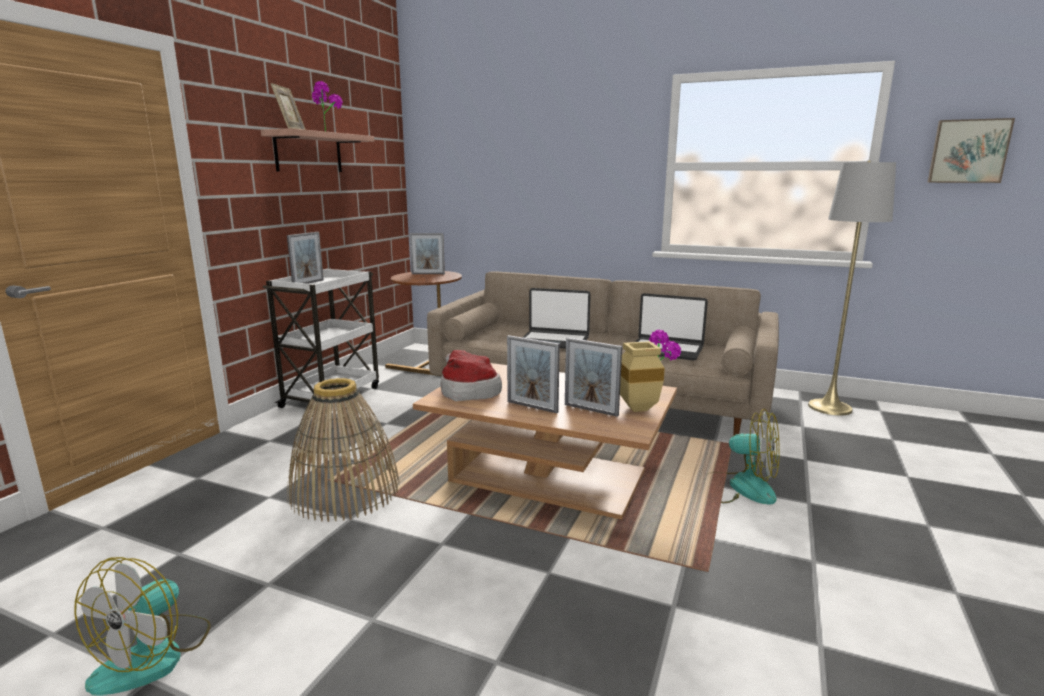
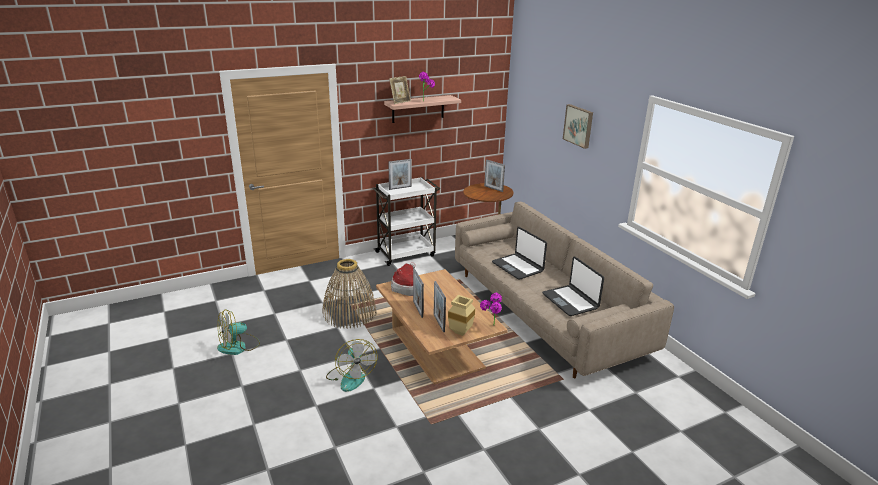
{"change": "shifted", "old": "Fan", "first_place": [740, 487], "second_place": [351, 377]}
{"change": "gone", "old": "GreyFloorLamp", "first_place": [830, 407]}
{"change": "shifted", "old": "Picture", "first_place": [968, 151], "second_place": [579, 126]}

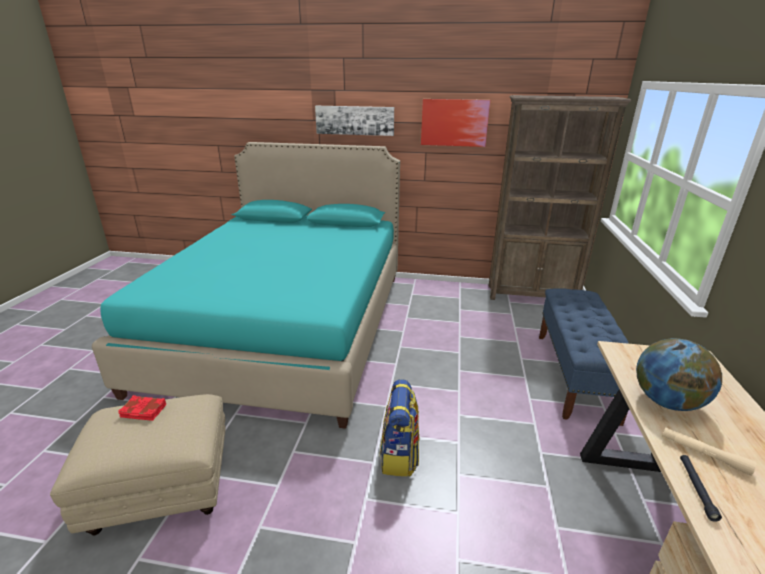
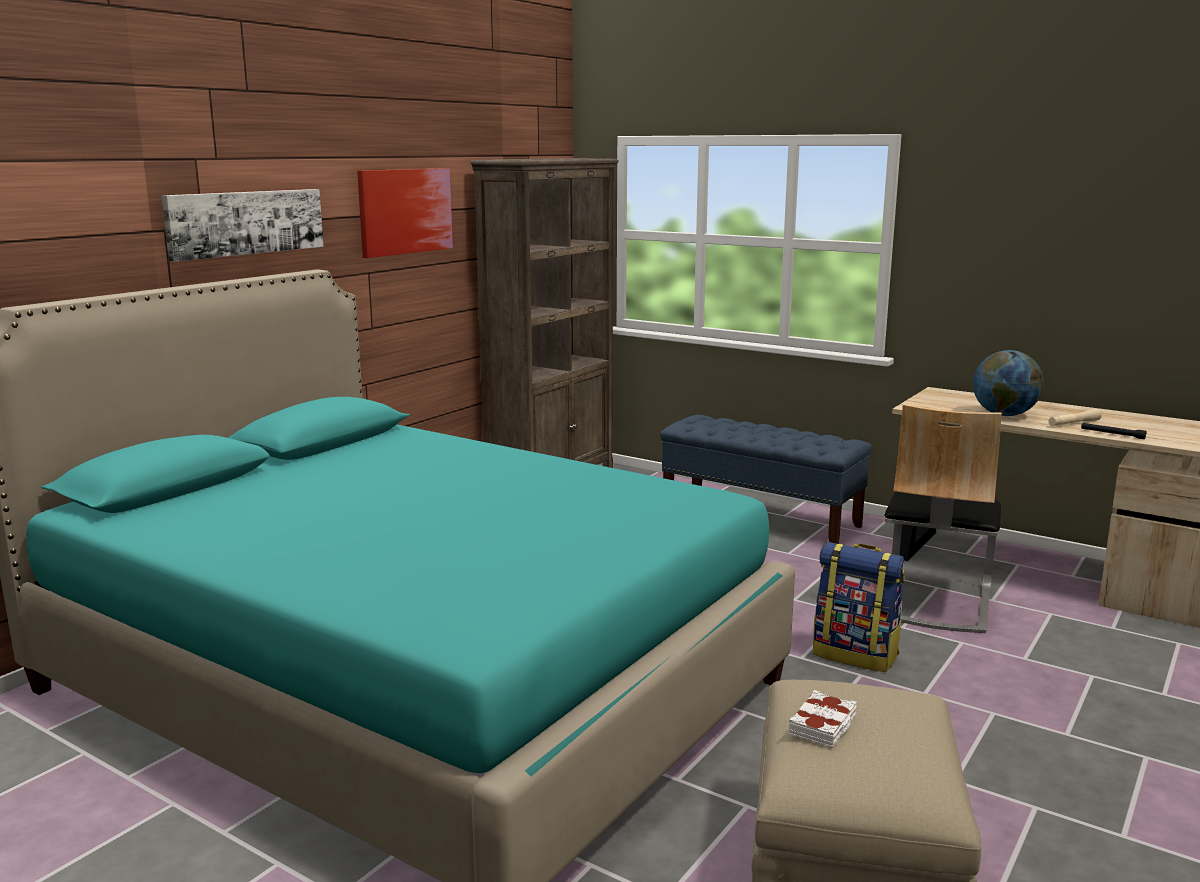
{"change": "repainted", "old": "RedBook", "new": "WhiteBook", "first_place": [143, 411], "second_place": [823, 725]}
{"change": "new", "new": "Chair", "second_place": [933, 601]}

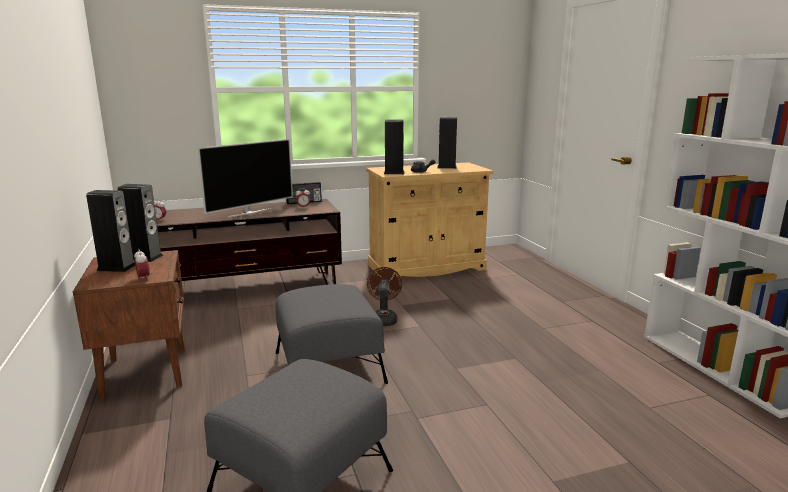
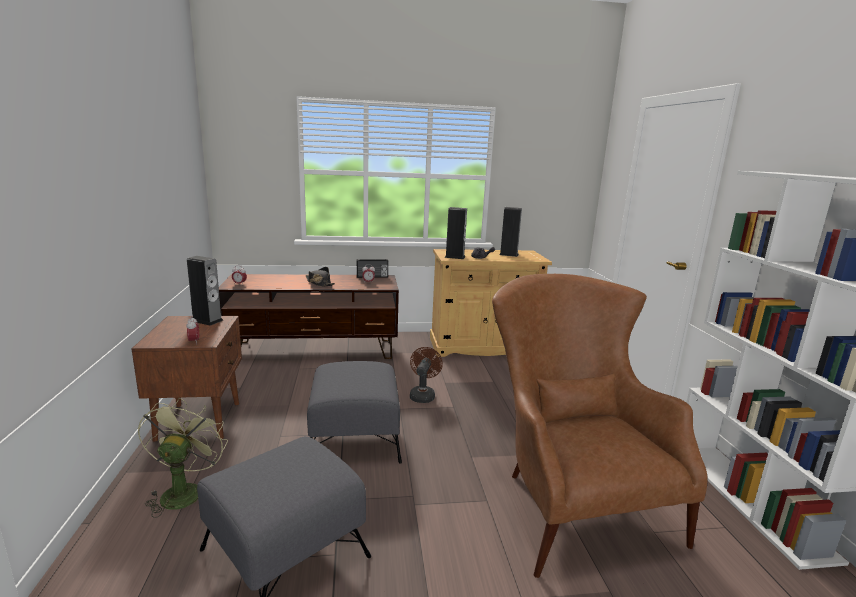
{"change": "gone", "old": "Speaker", "first_place": [116, 267]}
{"change": "swapped", "old": "Television", "new": "BlackHat", "first_place": [249, 212], "second_place": [319, 283]}
{"change": "new", "new": "GreenFan", "second_place": [184, 491]}
{"change": "new", "new": "BrownArmchair", "second_place": [568, 496]}

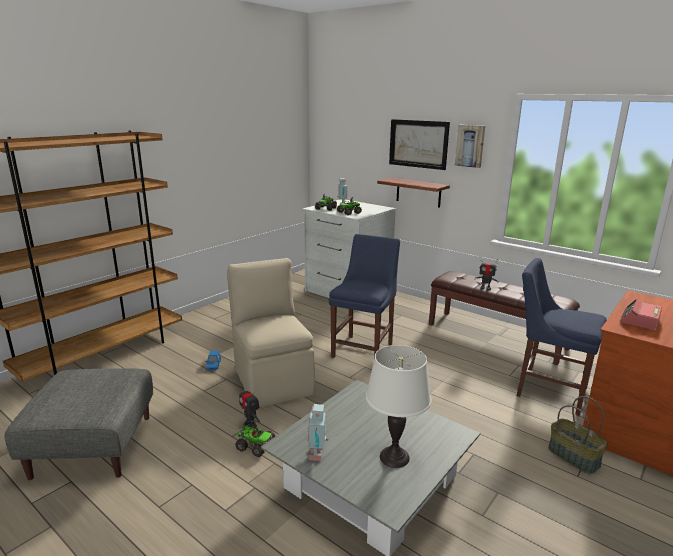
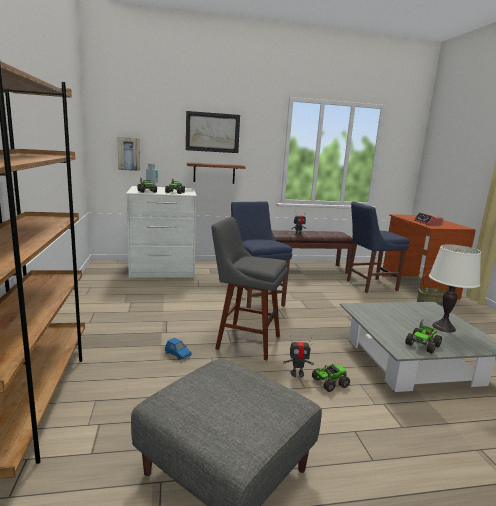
{"change": "swapped", "old": "BeigeChair", "new": "GreyStool", "first_place": [272, 380], "second_place": [245, 341]}
{"change": "swapped", "old": "ToyRobot", "new": "ToyTruck", "first_place": [317, 454], "second_place": [423, 345]}
{"change": "shifted", "old": "Picture", "first_place": [470, 146], "second_place": [129, 154]}

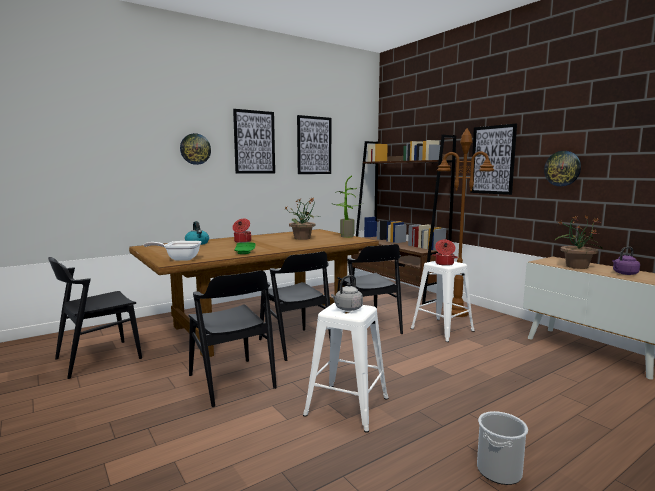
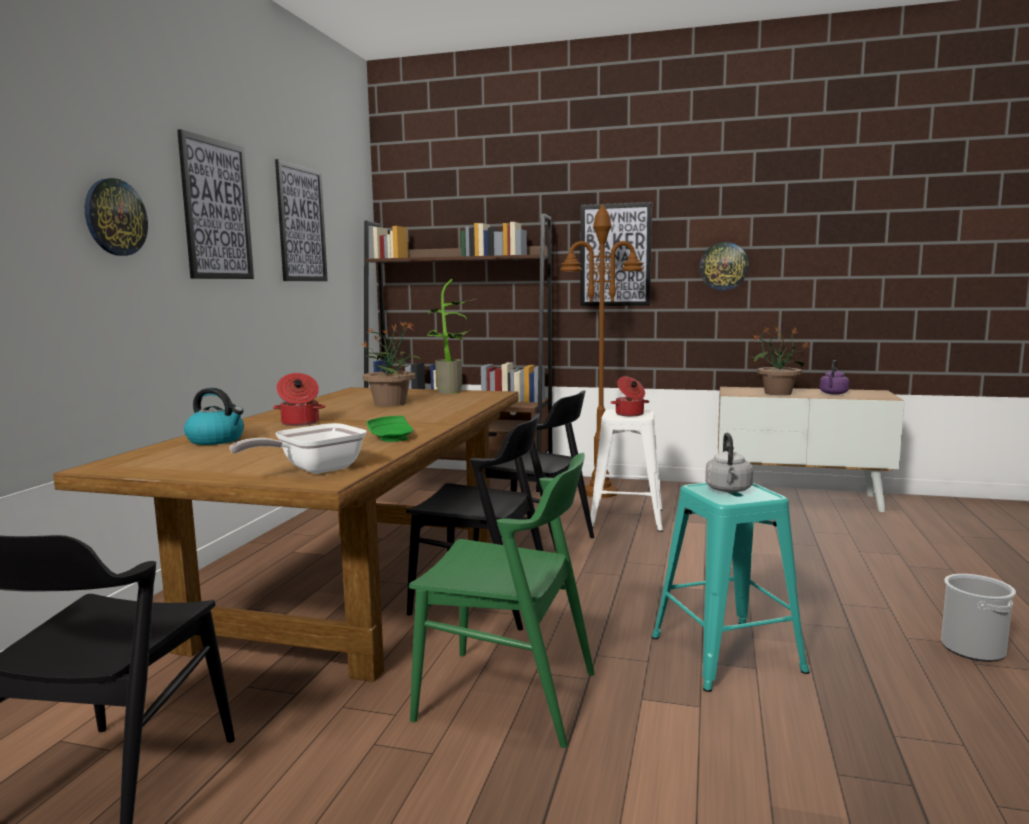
{"change": "repainted", "old": "BlackChair", "new": "GreenChair", "first_place": [231, 381], "second_place": [508, 695]}
{"change": "repainted", "old": "WhiteStool", "new": "TurquoiseStool", "first_place": [347, 407], "second_place": [728, 654]}

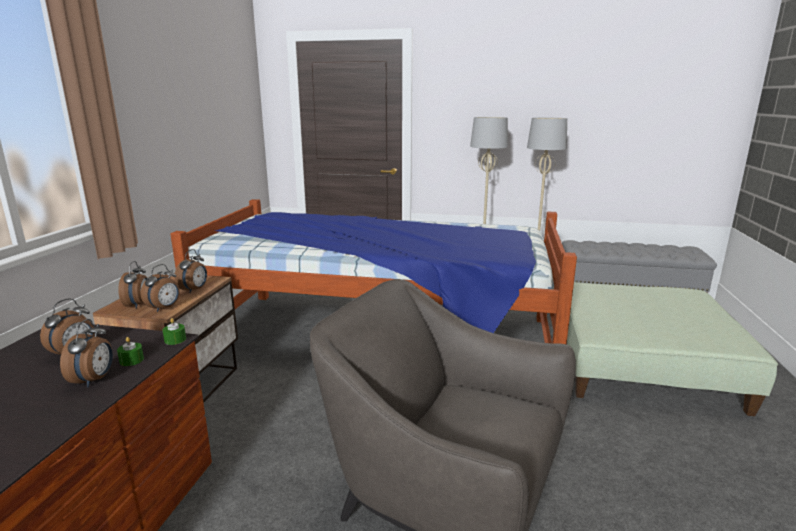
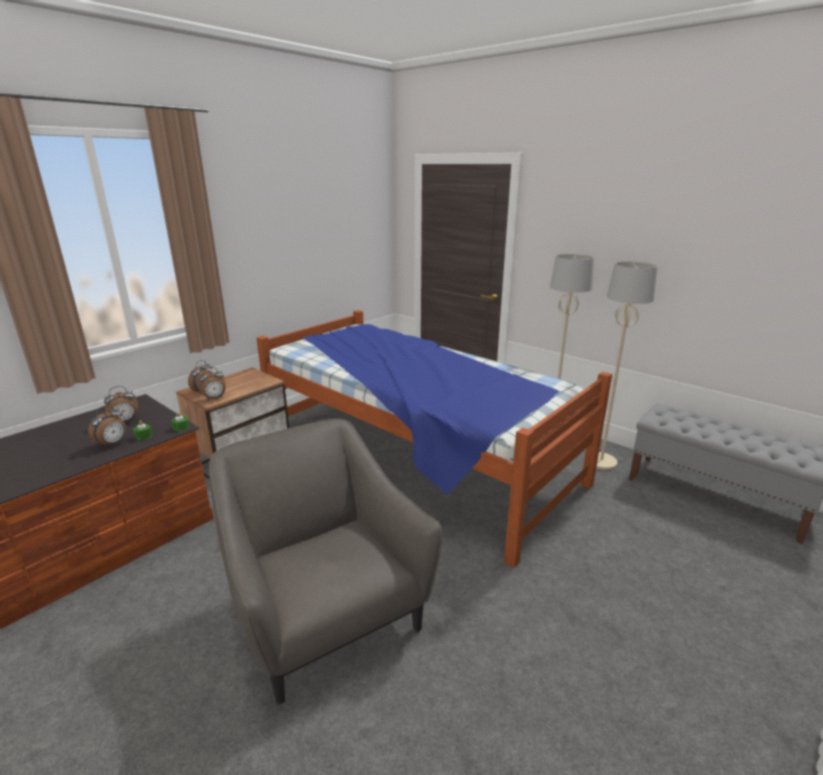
{"change": "gone", "old": "AlarmClock", "first_place": [194, 290]}
{"change": "gone", "old": "GreenOttoman", "first_place": [640, 364]}

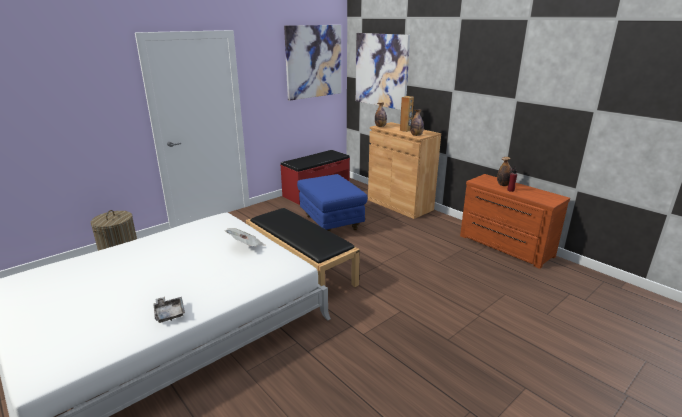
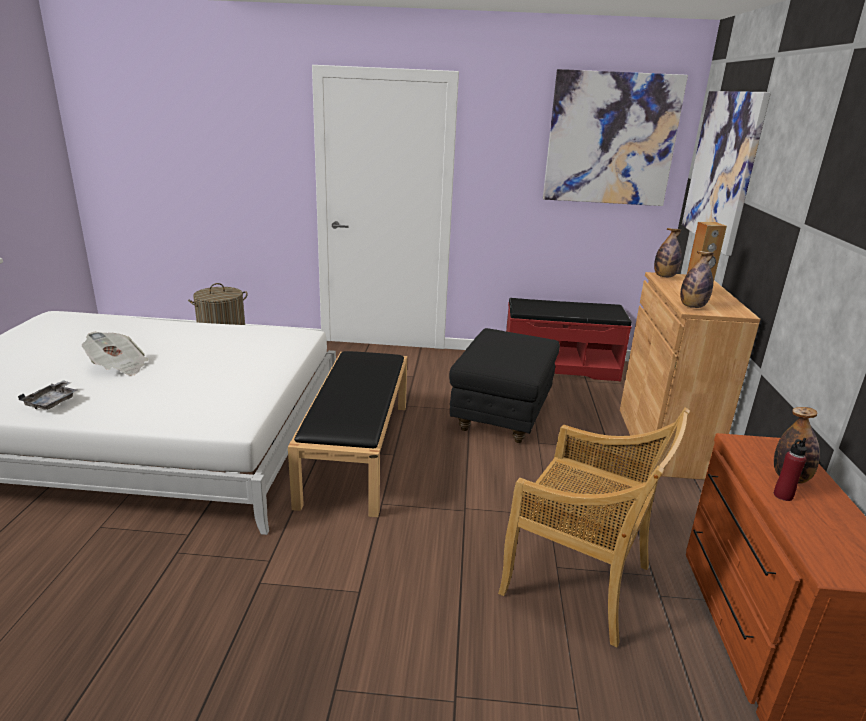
{"change": "shifted", "old": "Newspaper", "first_place": [246, 246], "second_place": [118, 367]}
{"change": "repainted", "old": "BlueOttoman", "new": "BlackOttoman", "first_place": [331, 223], "second_place": [502, 416]}
{"change": "new", "new": "BeigeChair", "second_place": [579, 582]}

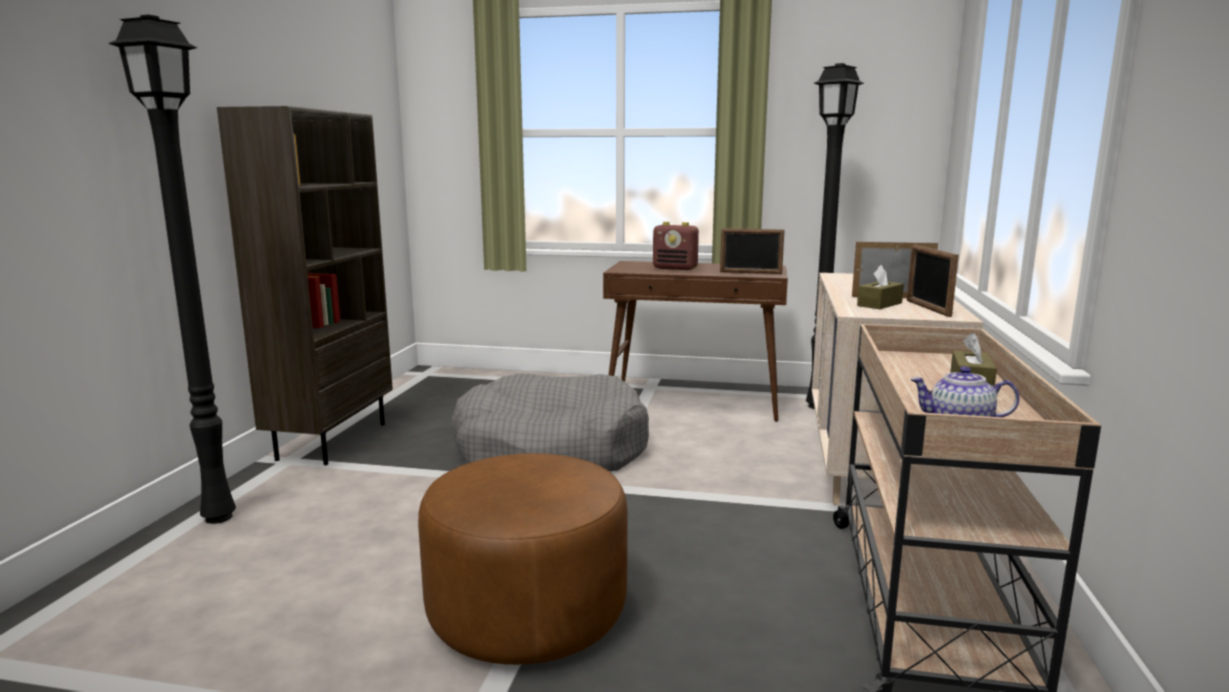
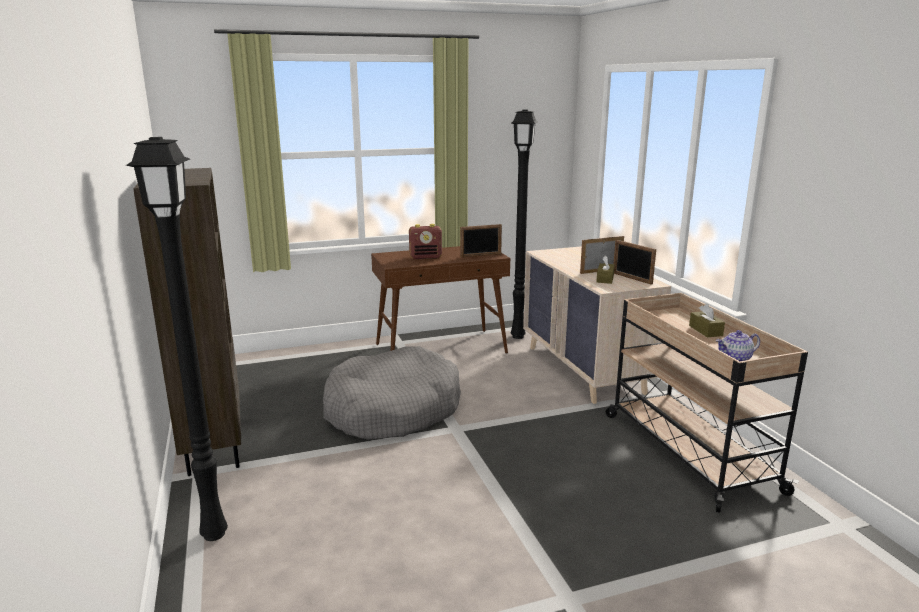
{"change": "gone", "old": "BrownOttoman", "first_place": [527, 612]}

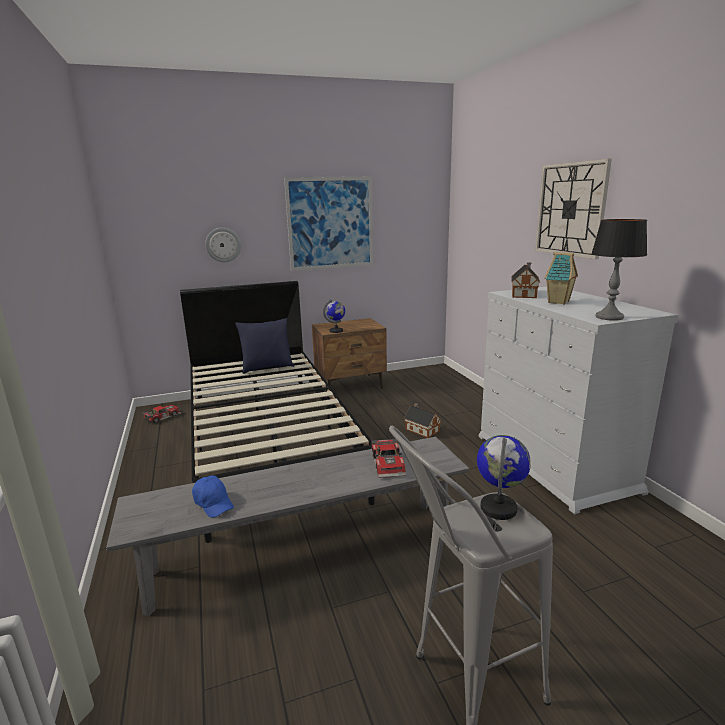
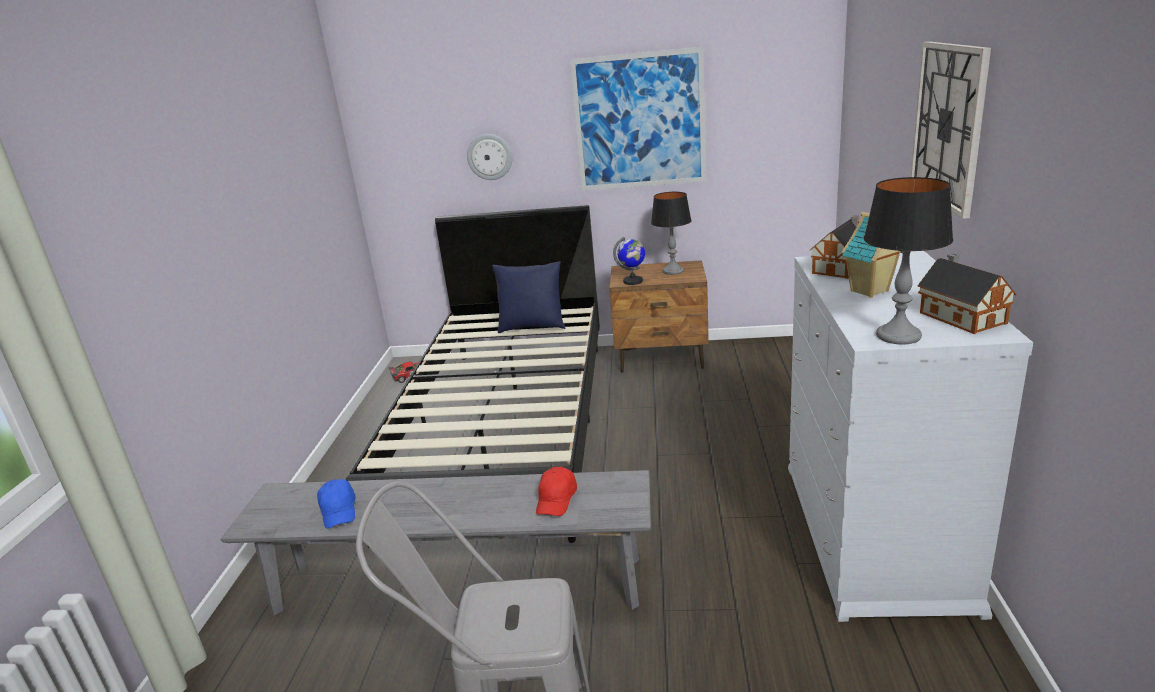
{"change": "swapped", "old": "ToyCar", "new": "RedCap", "first_place": [389, 464], "second_place": [556, 500]}
{"change": "shifted", "old": "ToyHouse", "first_place": [421, 429], "second_place": [960, 316]}
{"change": "gone", "old": "Globe", "first_place": [499, 508]}
{"change": "new", "new": "TableLamp", "second_place": [673, 271]}

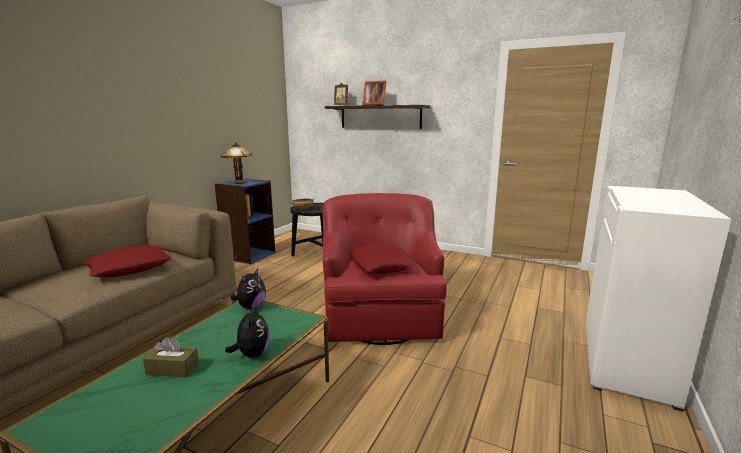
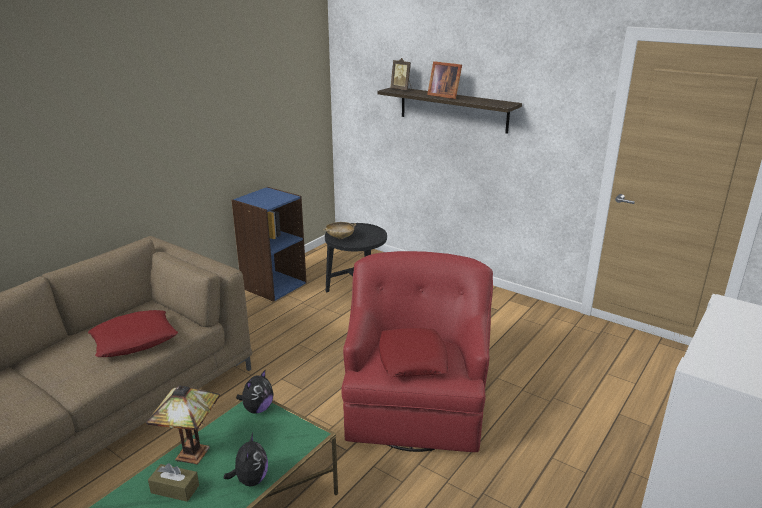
{"change": "shifted", "old": "TableLamp", "first_place": [239, 182], "second_place": [193, 455]}

